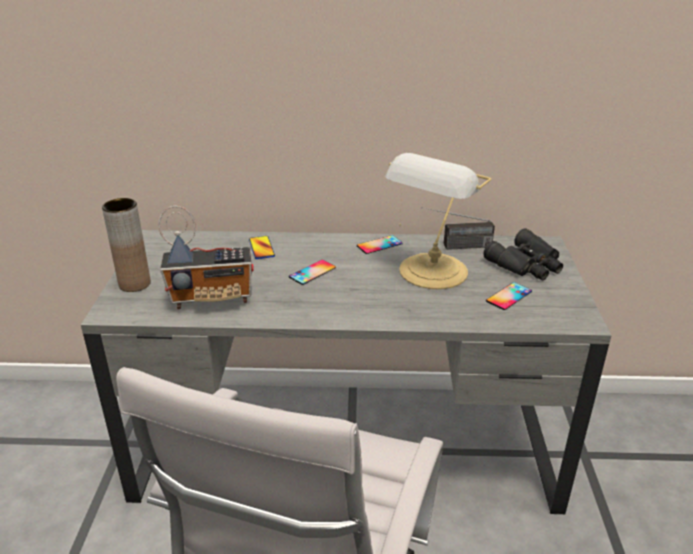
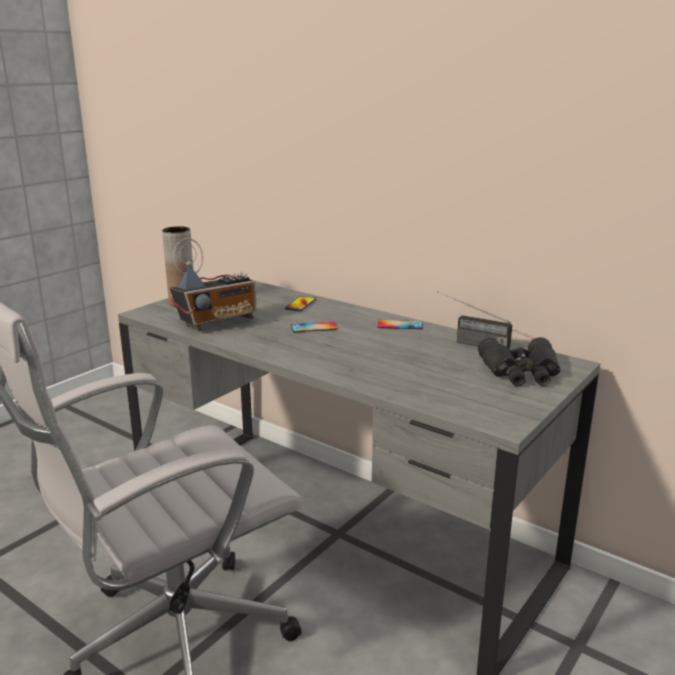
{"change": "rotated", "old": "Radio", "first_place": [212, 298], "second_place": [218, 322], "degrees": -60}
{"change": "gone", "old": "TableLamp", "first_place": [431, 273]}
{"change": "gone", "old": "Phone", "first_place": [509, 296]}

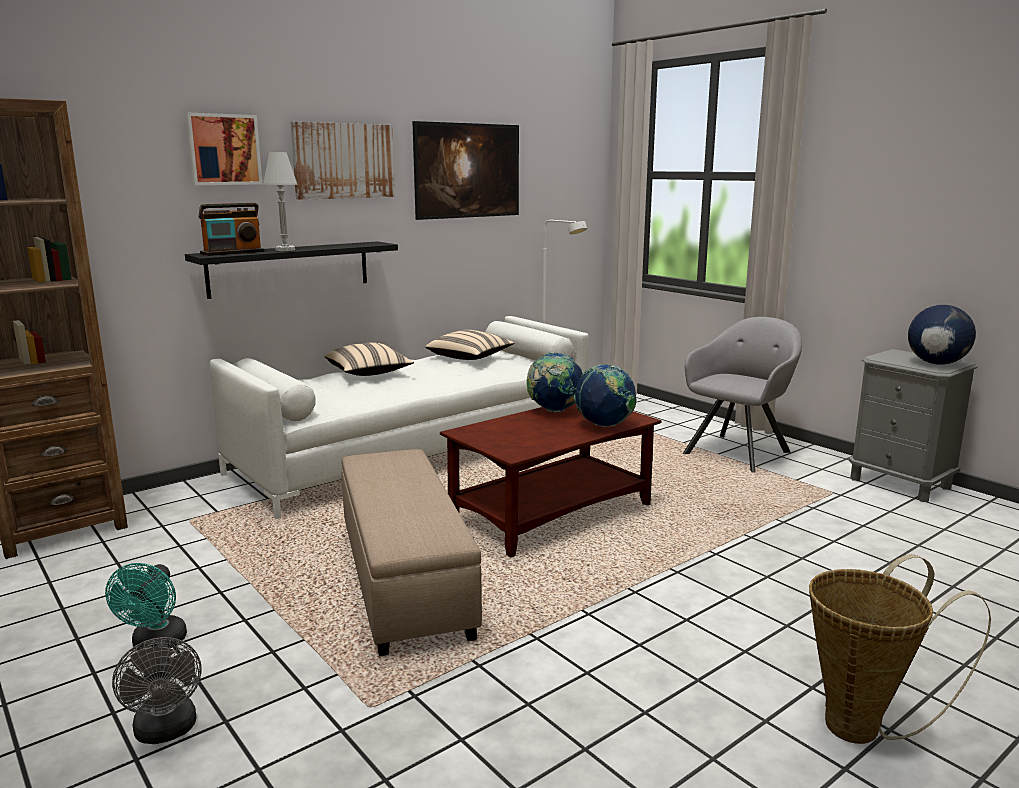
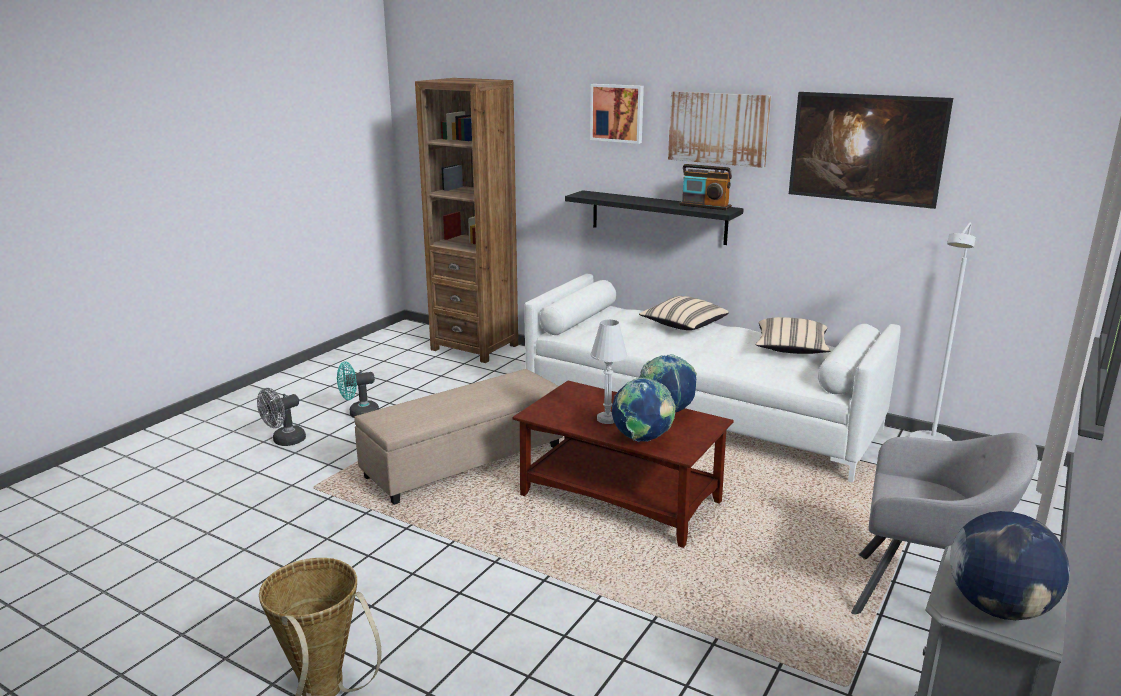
{"change": "shifted", "old": "Radio", "first_place": [232, 253], "second_place": [705, 206]}
{"change": "shifted", "old": "WhiteTableLamp", "first_place": [285, 250], "second_place": [607, 419]}

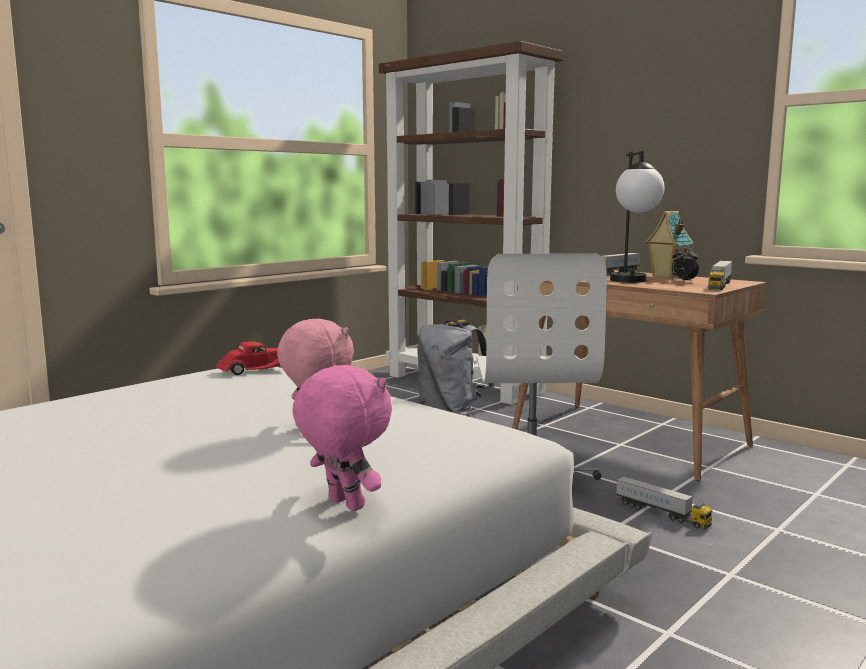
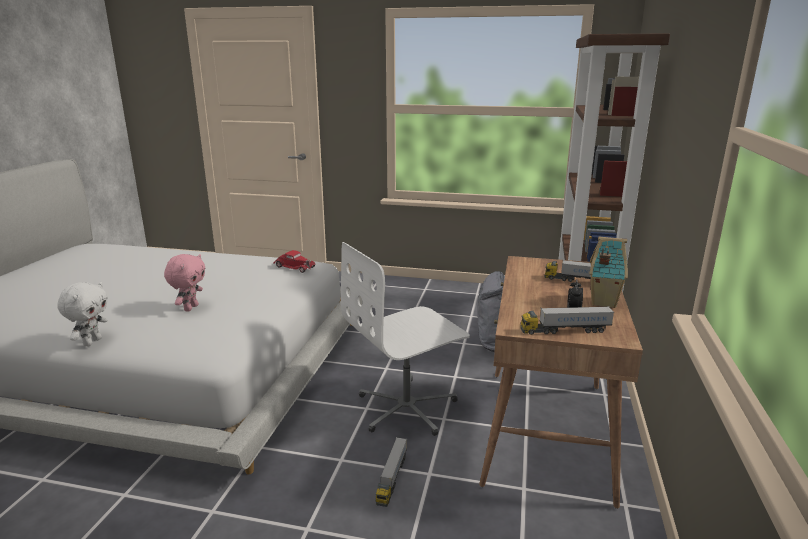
{"change": "repainted", "old": "PinkPlushToy", "new": "WhitePlushToy", "first_place": [343, 505], "second_place": [92, 342]}
{"change": "gone", "old": "TableLamp", "first_place": [632, 282]}

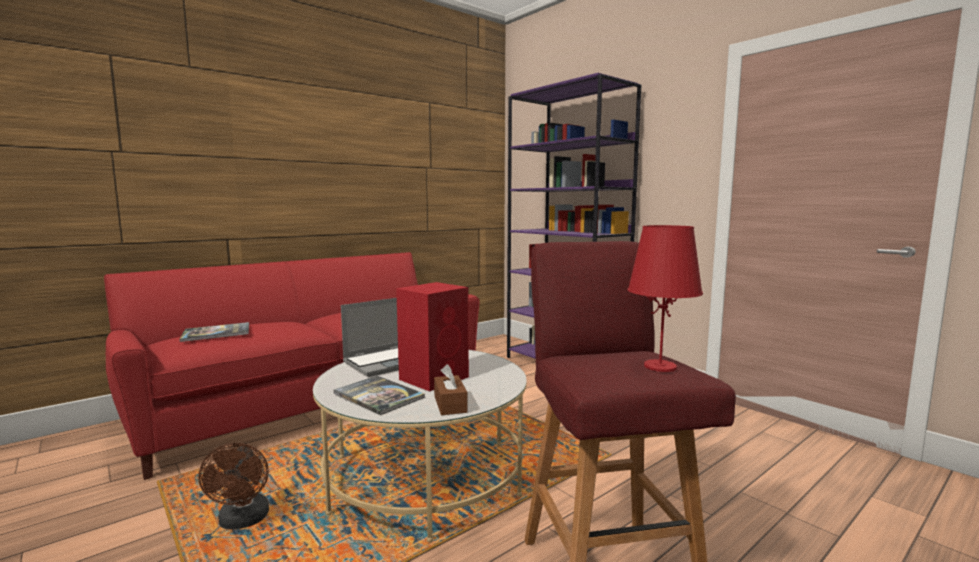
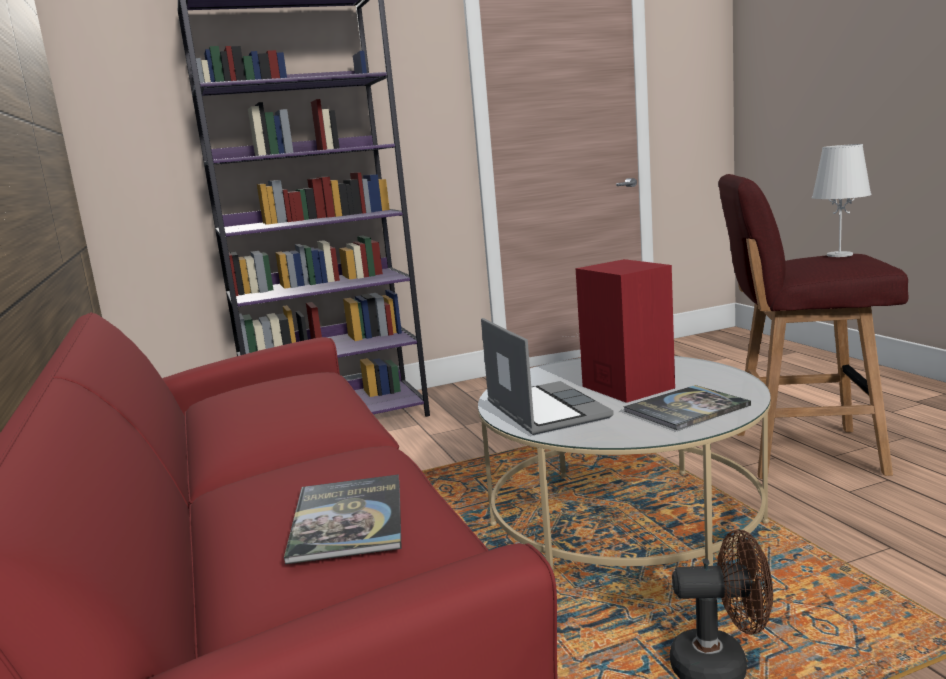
{"change": "gone", "old": "BrownTissueBox", "first_place": [450, 404]}
{"change": "repainted", "old": "RedTableLamp", "new": "WhiteTableLamp", "first_place": [660, 366], "second_place": [839, 255]}

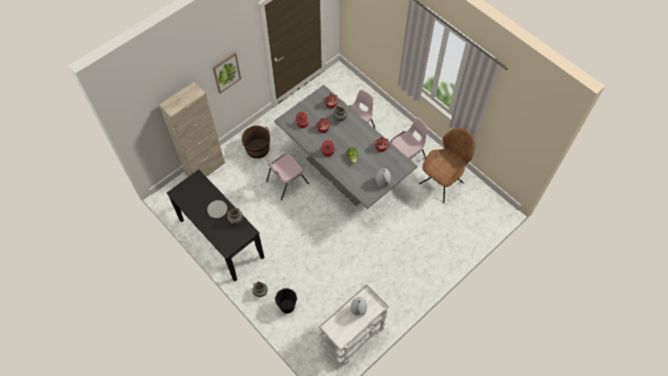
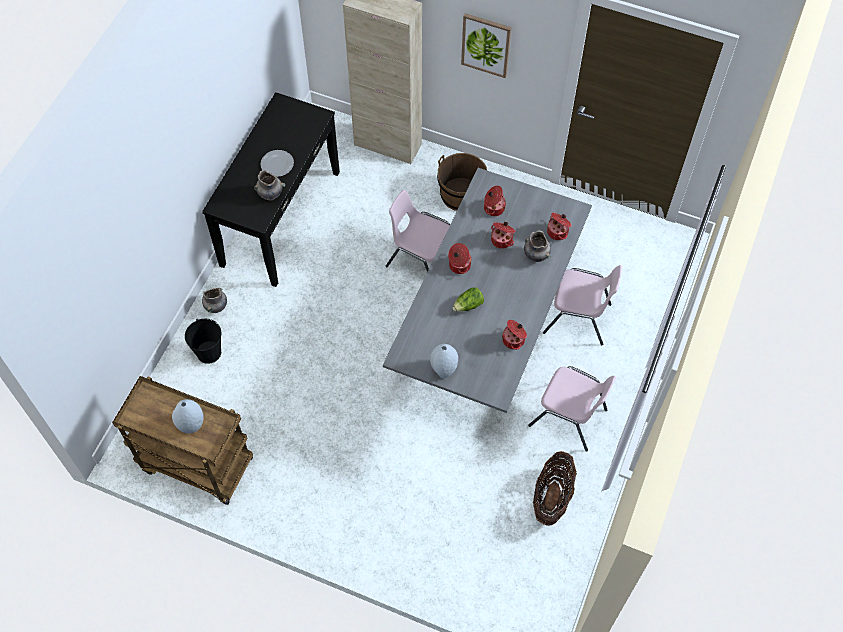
{"change": "repainted", "old": "WhiteCart", "new": "BrownCart", "first_place": [352, 337], "second_place": [195, 465]}
{"change": "swapped", "old": "BrownChair", "new": "Basket", "first_place": [442, 182], "second_place": [552, 497]}

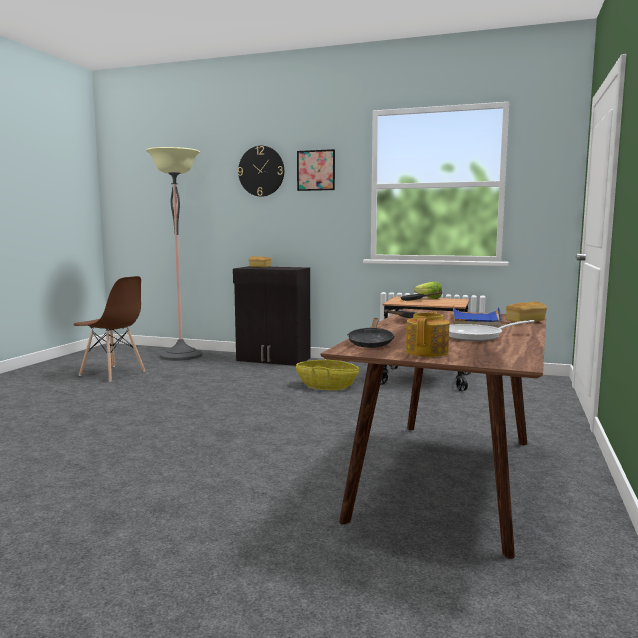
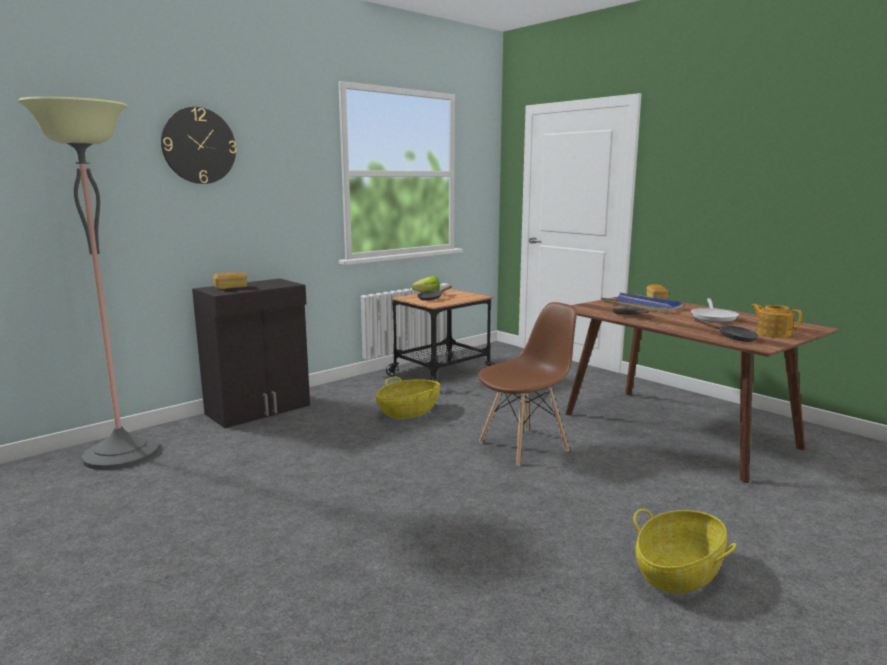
{"change": "shifted", "old": "BrownChair", "first_place": [113, 373], "second_place": [524, 446]}
{"change": "gone", "old": "Picture", "first_place": [316, 170]}
{"change": "new", "new": "Basket", "second_place": [678, 572]}

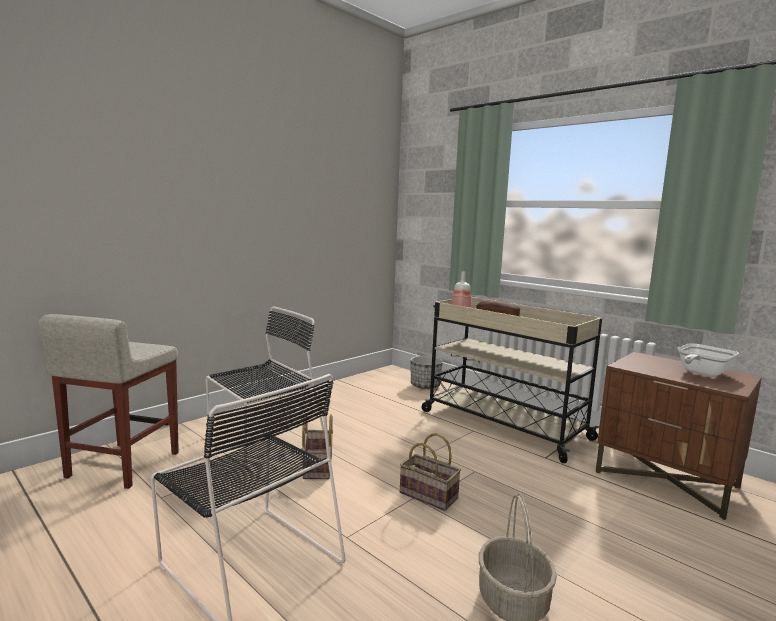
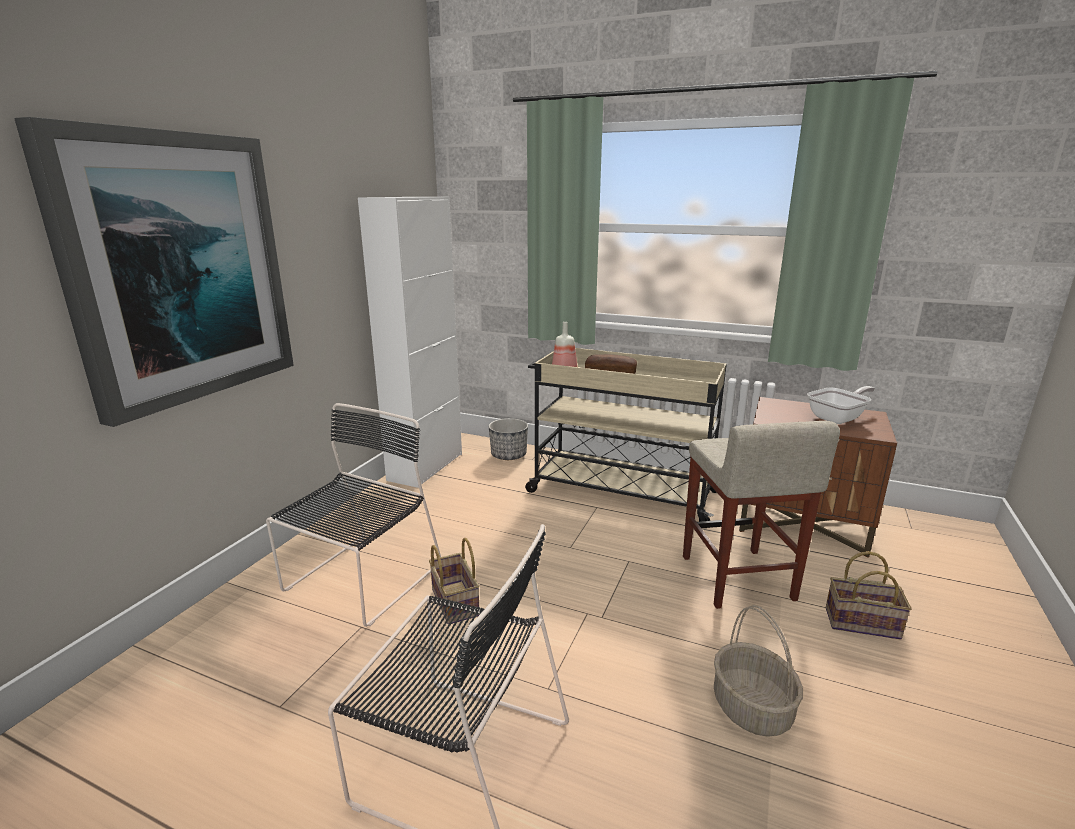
{"change": "shifted", "old": "BeigeStool", "first_place": [122, 465], "second_place": [737, 578]}
{"change": "shifted", "old": "Basket", "first_place": [430, 495], "second_place": [863, 622]}
{"change": "rotated", "old": "FryingPan", "first_place": [701, 373], "second_place": [839, 418], "degrees": -150}
{"change": "new", "new": "Picture", "second_place": [179, 269]}
{"change": "new", "new": "WhiteCabinet", "second_place": [425, 467]}

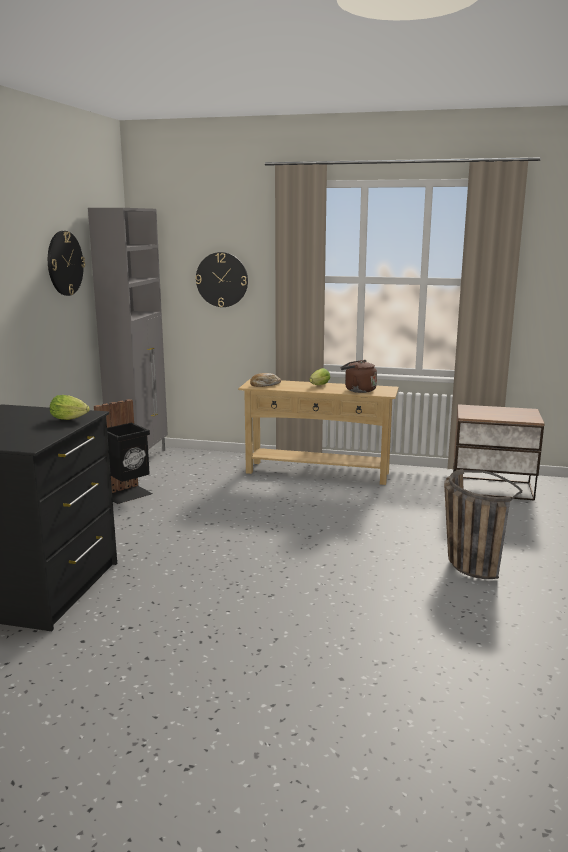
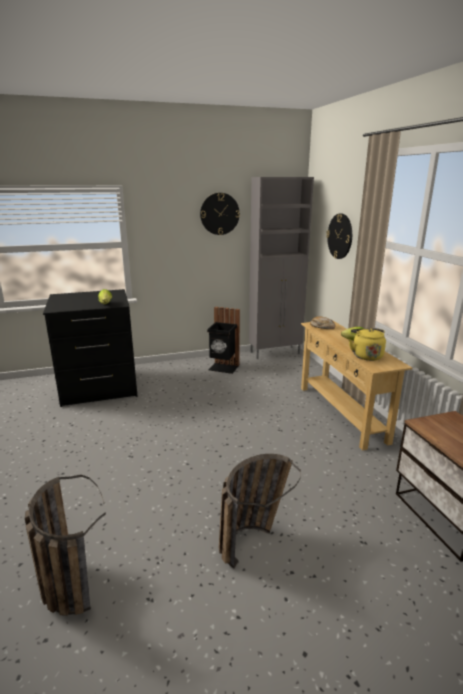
{"change": "repainted", "old": "BrownKettle", "new": "YellowKettle", "first_place": [358, 390], "second_place": [366, 355]}
{"change": "new", "new": "Basket", "second_place": [66, 579]}

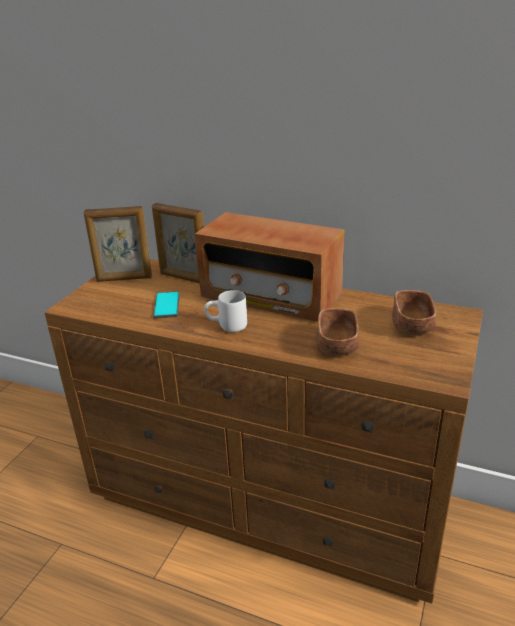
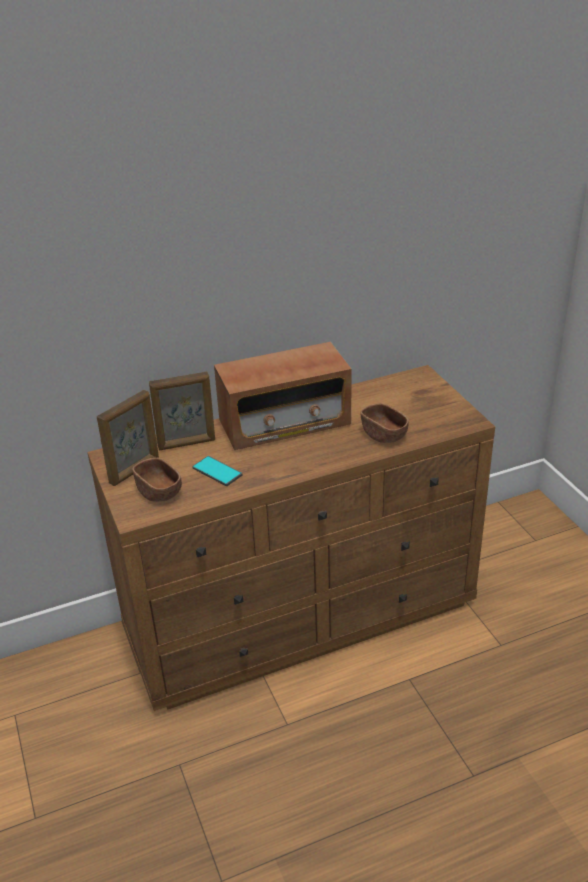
{"change": "gone", "old": "WhiteMug", "first_place": [227, 327]}
{"change": "shifted", "old": "BrownBowl", "first_place": [412, 325], "second_place": [159, 492]}

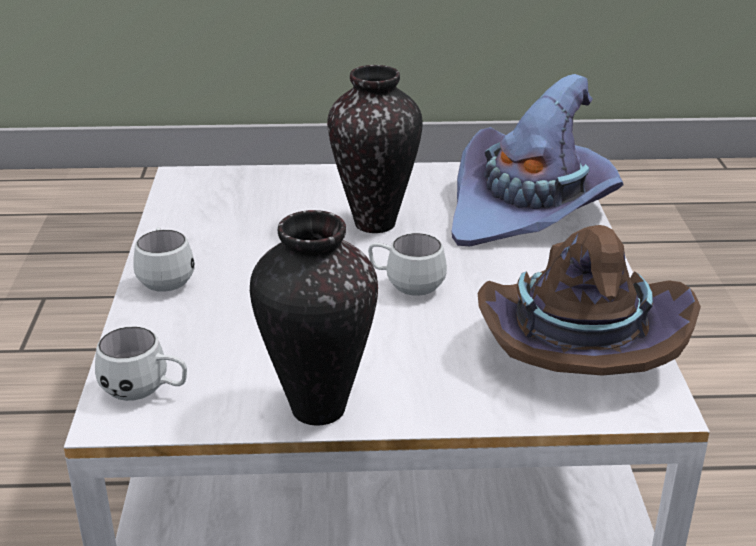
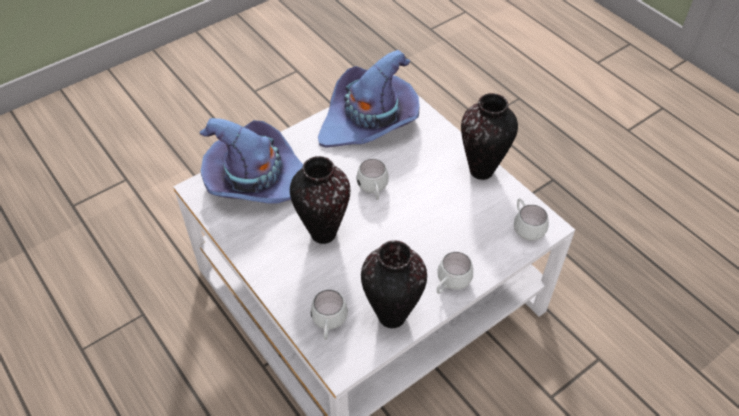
{"change": "repainted", "old": "BrownHat", "new": "PurpleHat", "first_place": [576, 343], "second_place": [370, 120]}
{"change": "new", "new": "WhiteMug", "second_place": [329, 324]}
{"change": "new", "new": "Vase", "second_place": [390, 316]}

